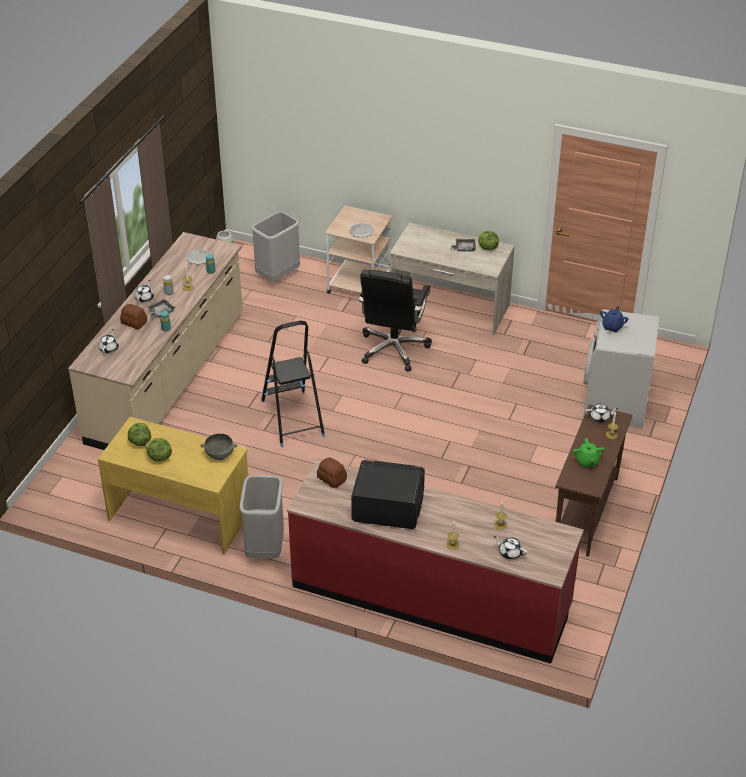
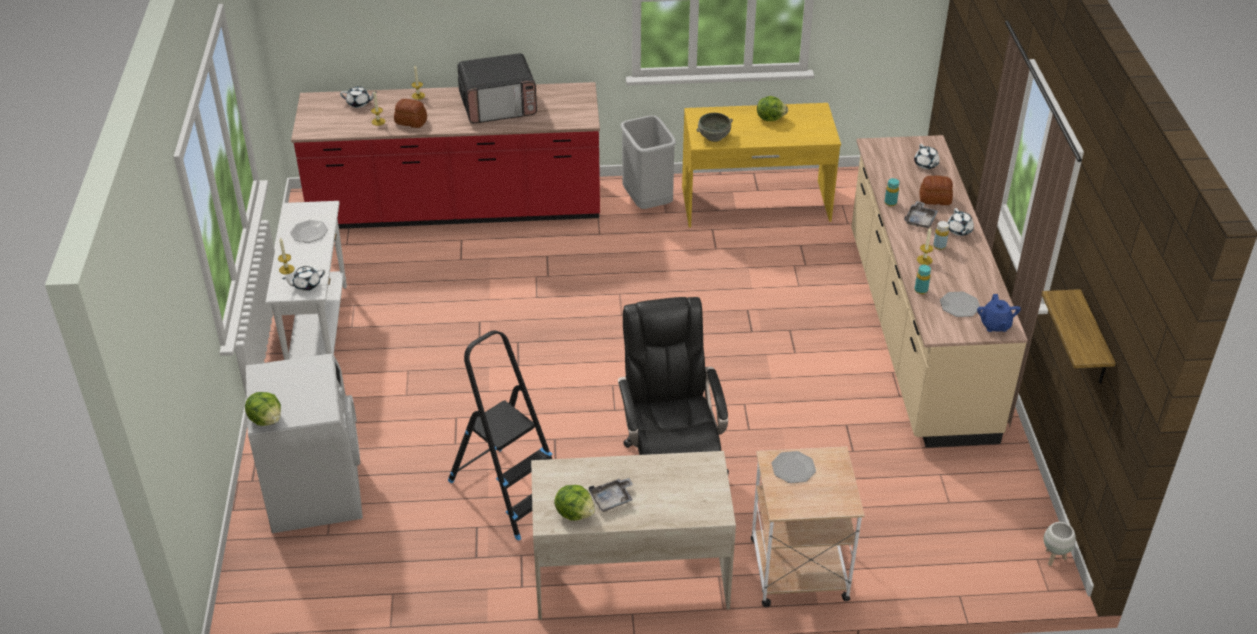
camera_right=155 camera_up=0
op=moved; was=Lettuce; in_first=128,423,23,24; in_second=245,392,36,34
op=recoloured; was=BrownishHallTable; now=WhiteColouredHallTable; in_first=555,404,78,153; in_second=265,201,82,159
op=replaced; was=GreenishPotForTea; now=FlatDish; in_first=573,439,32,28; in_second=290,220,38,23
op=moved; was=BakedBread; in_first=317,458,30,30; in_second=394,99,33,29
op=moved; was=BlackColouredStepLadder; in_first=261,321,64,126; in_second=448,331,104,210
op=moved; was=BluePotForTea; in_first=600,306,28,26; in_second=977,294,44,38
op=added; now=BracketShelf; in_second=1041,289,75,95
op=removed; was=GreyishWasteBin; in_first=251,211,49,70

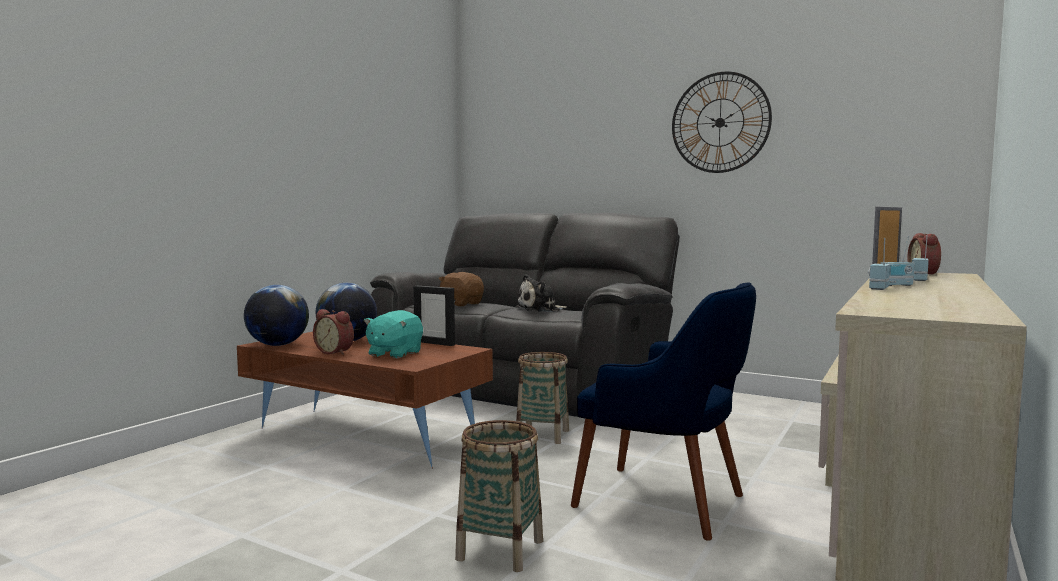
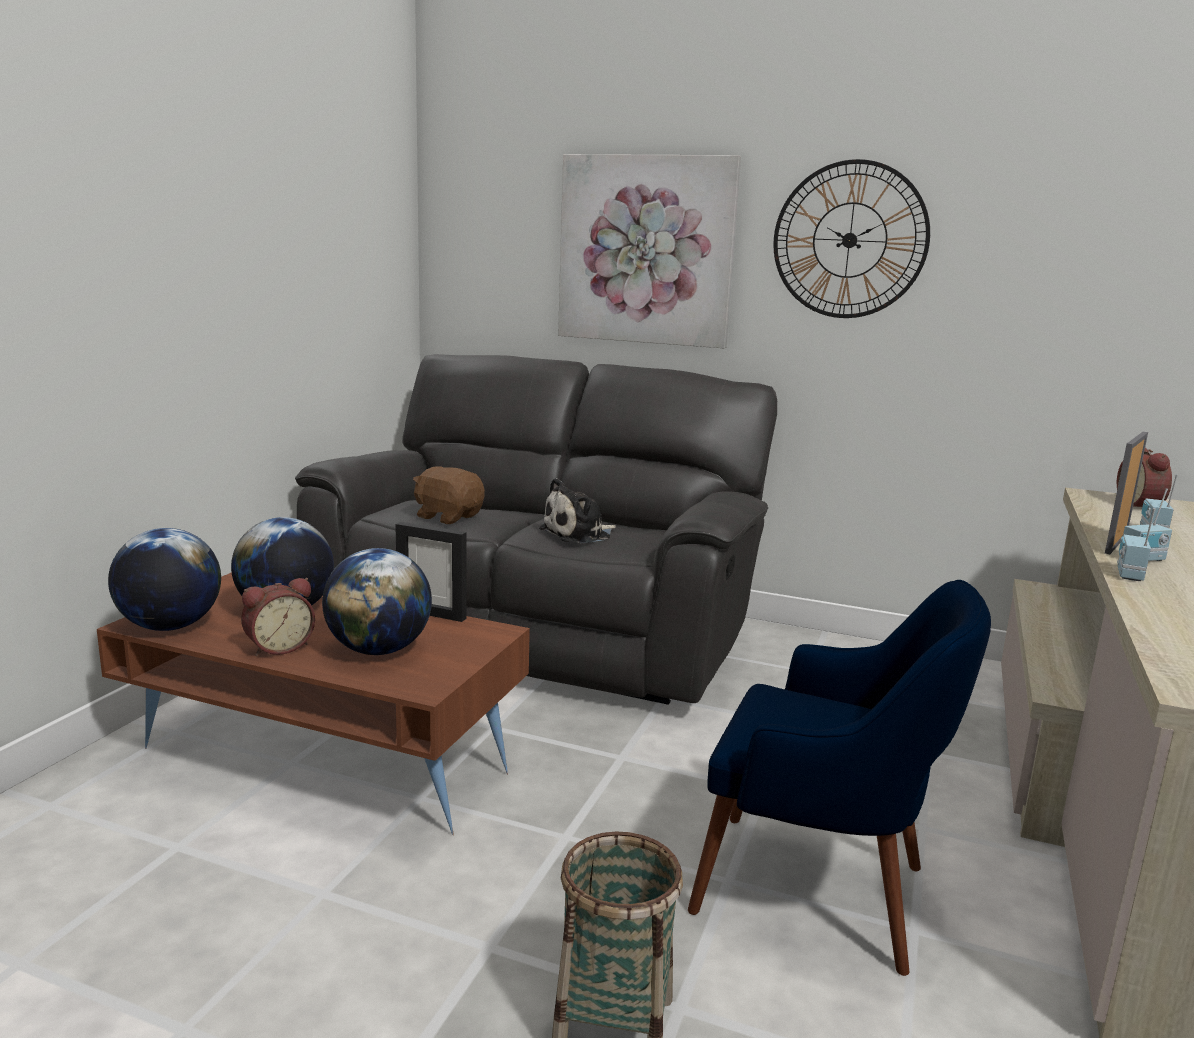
camera_right=-10 camera_up=10
op=turned; was=AlarmClock; in_first=313,309,41,46; in_second=241,578,74,78; clockwise=-60
op=replaced; was=BlueGreenPlushToy; now=Globe; in_first=364,310,59,49; in_second=322,548,110,107
op=added; now=Picture; in_second=558,154,183,194
op=removed; was=StorageBasket; in_first=516,352,53,92

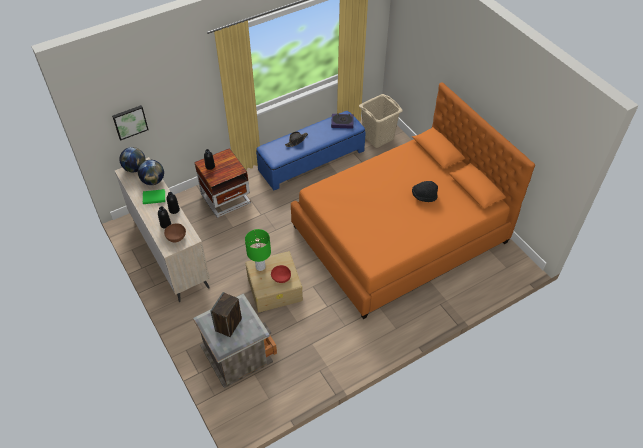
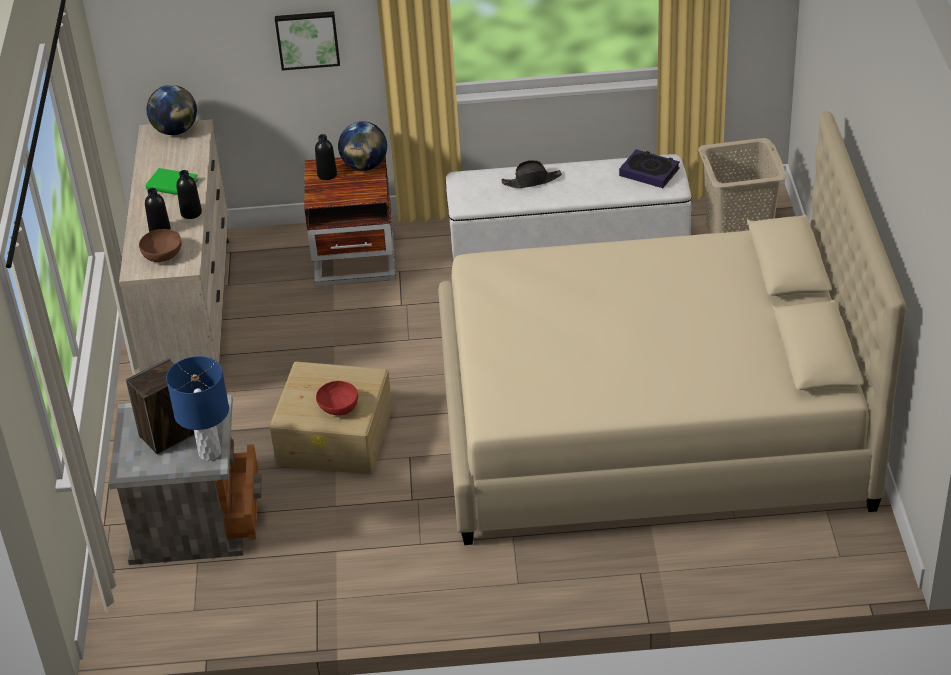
camera_right=30 camera_up=-10
op=added; now=BlueTabletopLamp; in_second=166,356,63,105
op=moved; was=Picture; in_first=112,105,37,35; in_second=275,11,65,60
op=moved; was=Globe; in_first=138,160,26,25; in_second=338,121,49,50
op=recoloured; was=OrangeBed; now=SandColouredBed; in_first=291,82,244,237; in_second=438,111,468,434
op=recoloured; was=BlueBench; now=WhiteColouredBench; in_first=256,111,110,79; in_second=446,154,246,107
op=removed; was=GreenishTabletopLamp; in_first=245,229,26,42
op=removed; was=BlackColouredWearableHat; in_first=412,181,26,21

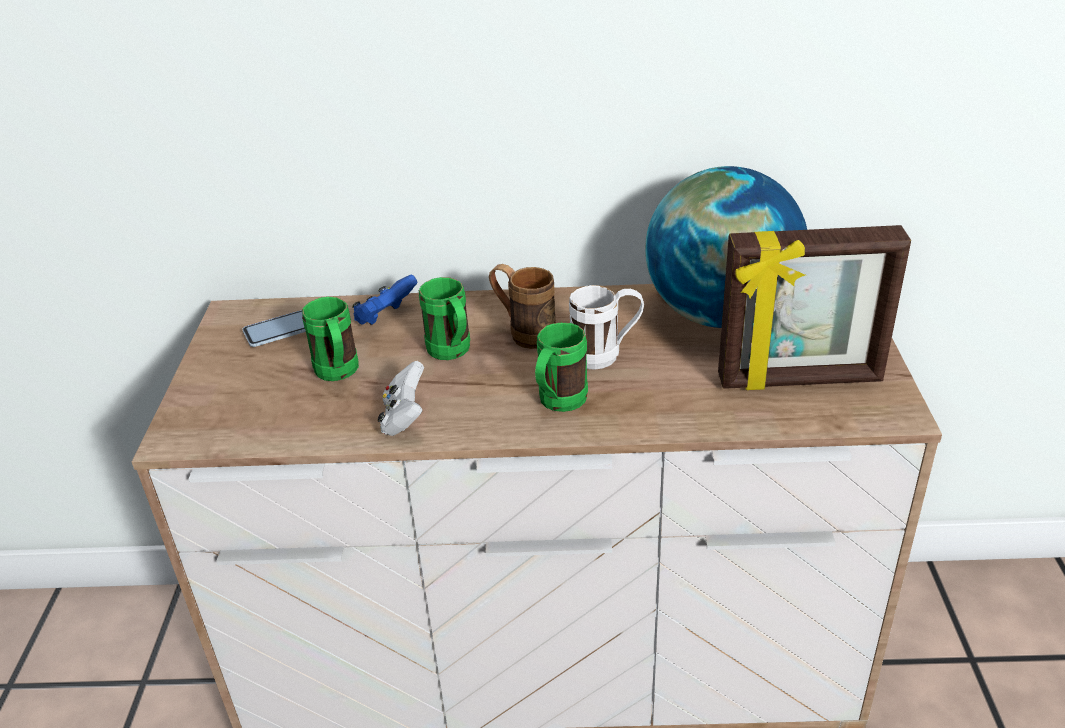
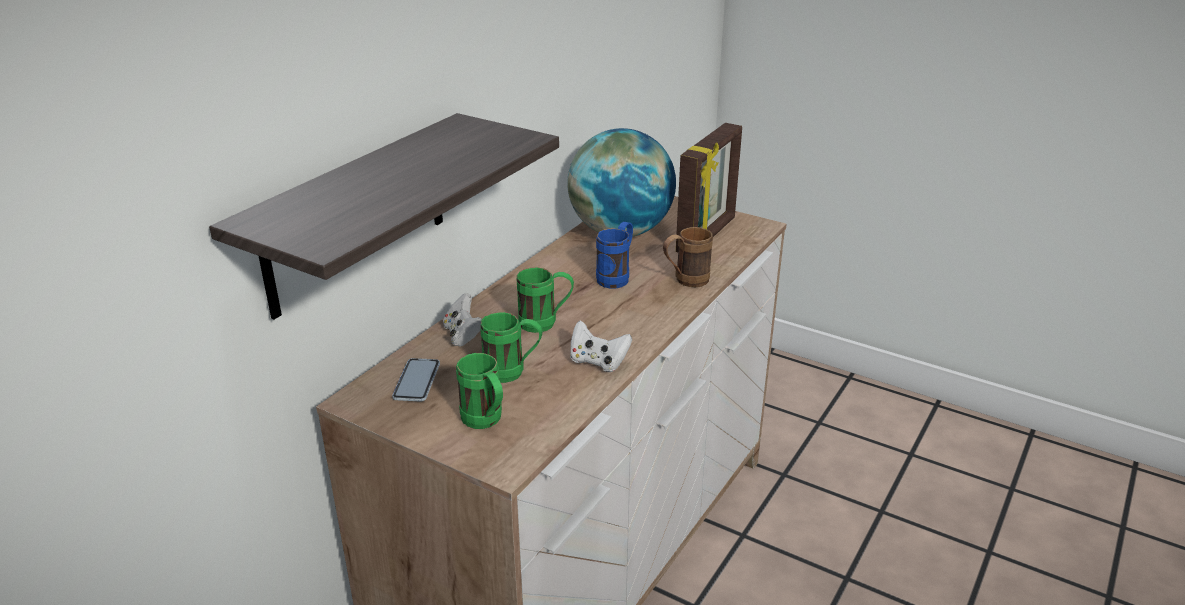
camera_right=-60 camera_up=-5
op=added; now=BracketShelf; in_second=209,113,350,206
op=recoloured; was=BlueJoypad; now=WhiteColouredJoypad; in_first=352,275,66,50; in_second=443,293,39,54
op=moved; was=GreenishMug; in_first=535,322,53,90; in_second=456,353,47,76
op=recoloured; was=WhiteColouredMug; now=BlueMug; in_first=569,285,75,85; in_second=596,222,37,67
op=moved; was=BrownishMug; in_first=489,264,67,85; in_second=663,227,50,60

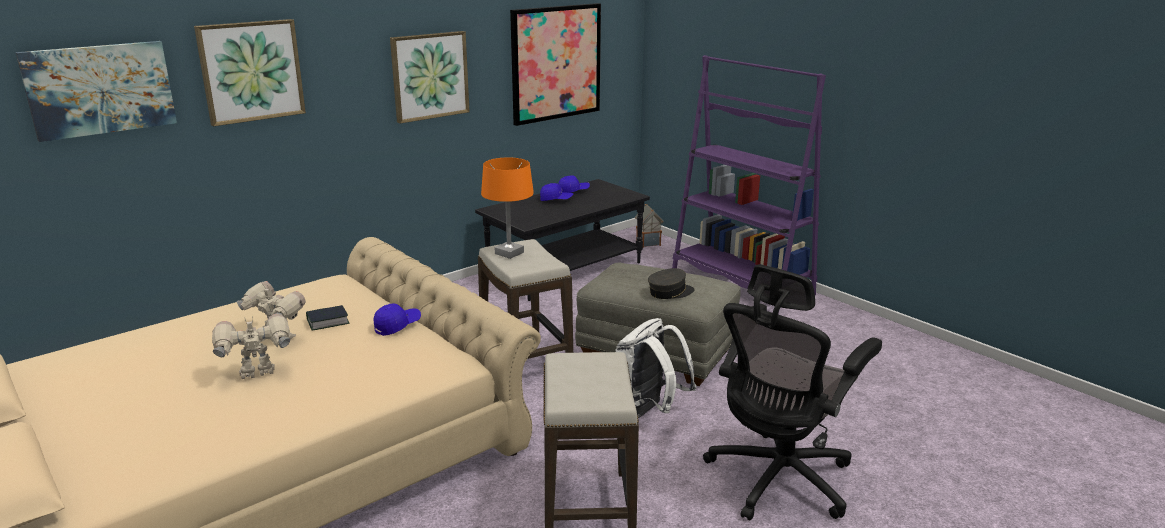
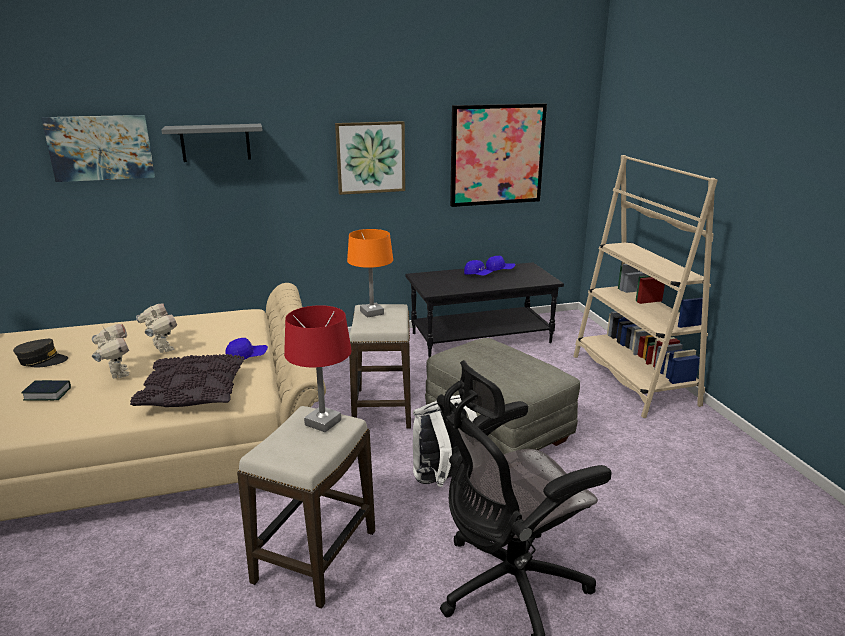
camera_right=25 camera_up=0
op=moved; was=GreyishBaseballCap; in_first=648,268,47,31; in_second=13,339,55,29
op=moved; was=Volume; in_first=306,305,44,26; in_second=21,380,50,21
op=turned; was=RobotFigure; in_first=212,314,78,65; in_second=92,324,37,55; clockwise=60
op=added; now=BlackColouredPillow; in_second=130,354,114,53
op=replaced; was=Picture; now=GreyishBracketShelf; in_first=194,19,112,107; in_second=162,124,101,38
op=added; now=RedColouredTabletopLamp; in_second=284,305,68,127
op=recoloured; was=PurpleColouredShelvingUnit; now=SandColouredShelvingUnit; in_first=672,55,154,259; in_second=573,155,145,263
op=removed; was=ModelHouse; in_first=635,204,29,44

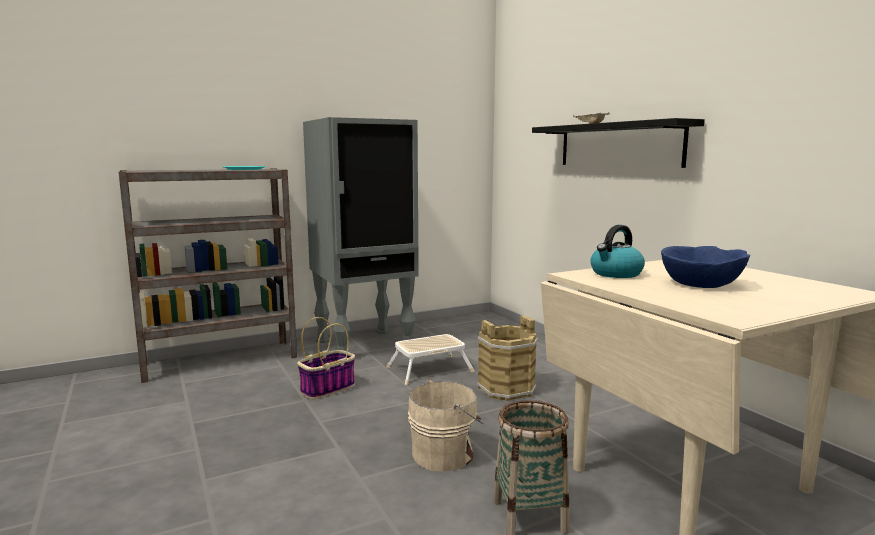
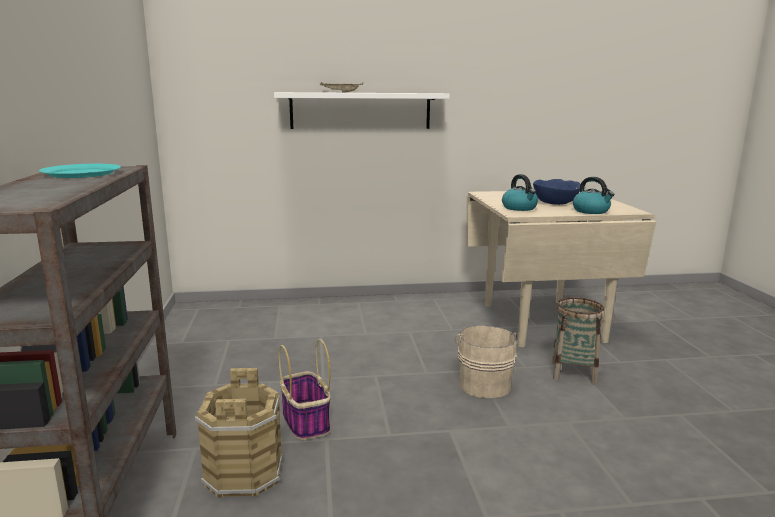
camera_right=-70 camera_up=5
op=moved; was=BrownishPail; in_first=477,315,62,86; in_second=195,368,88,130
op=recoloured; was=BlackColouredBracketShelf; now=WhiteColouredBracketShelf; in_first=532,118,173,50; in_second=274,92,176,37
op=added; now=TeaKettle; in_second=573,177,42,37
op=removed; was=GreyishStorageCabinet; in_first=303,117,116,234
op=removed; was=SandColouredStepLadder; in_first=386,334,89,51

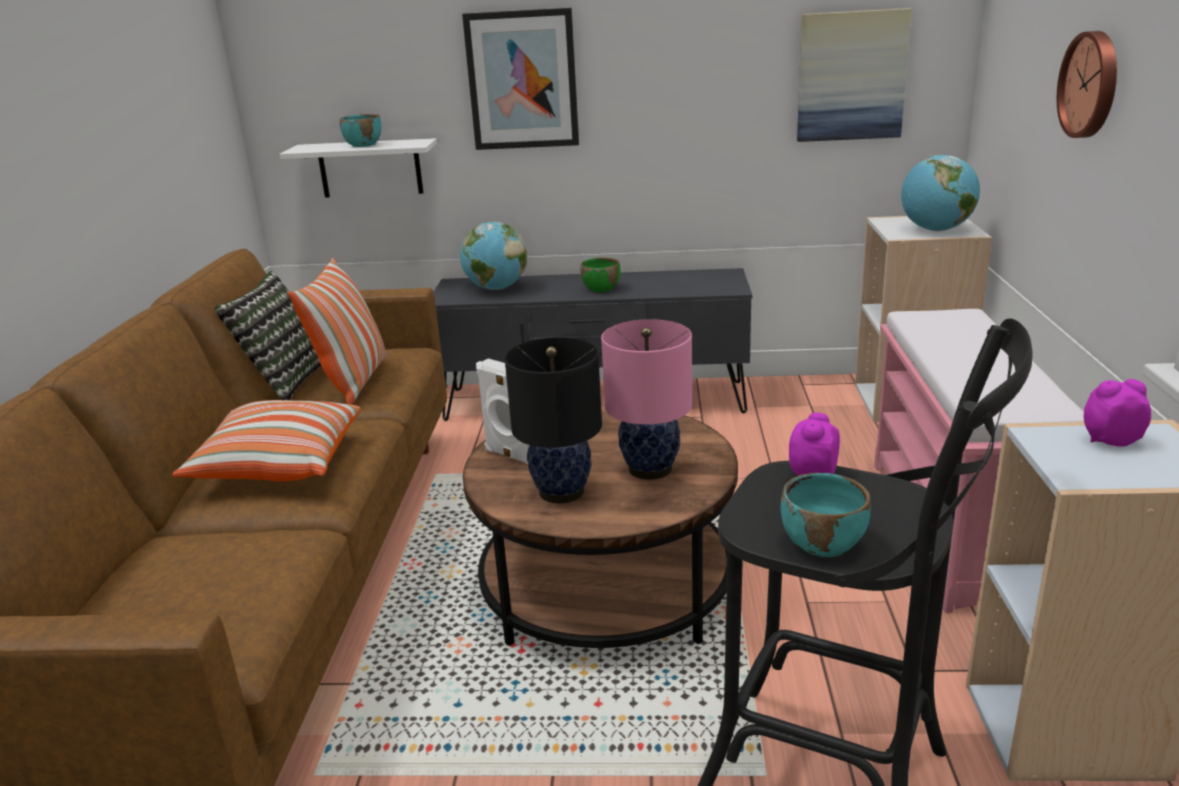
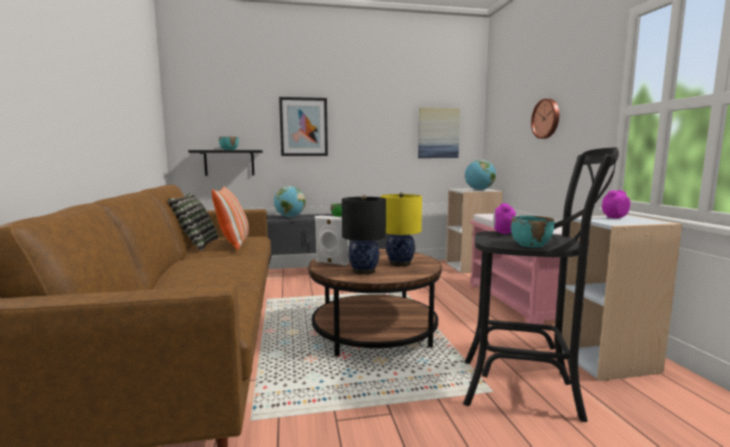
camera_right=-15 camera_up=-15
op=recoloured; was=WhiteColouredBracketShelf; now=BlackColouredBracketShelf; in_first=280,138,157,60; in_second=188,150,75,26
op=recoloured; was=PinkTabletopLamp; now=YellowishTabletopLamp; in_first=601,319,91,161; in_second=381,192,41,75
op=removed; was=Pillow; in_first=172,400,188,82

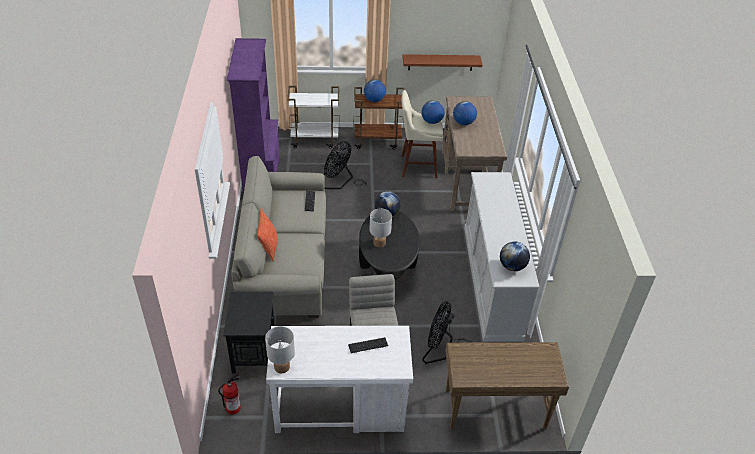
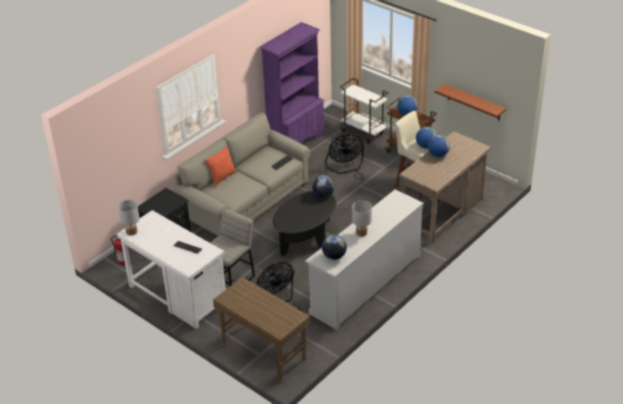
camera_right=45 camera_up=-5
op=moved; was=GreyishTabletopLamp; in_first=370,208,22,40; in_second=352,201,20,36

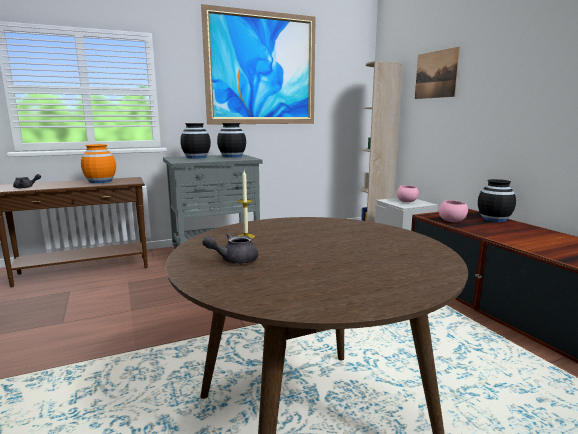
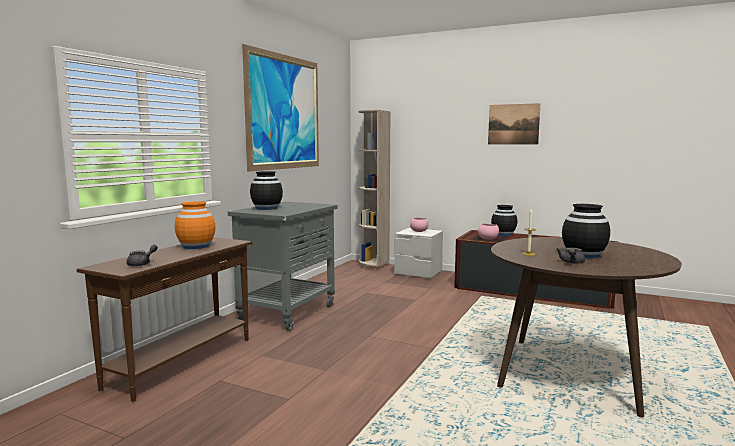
camera_right=-40 camera_up=-5
op=moved; was=Picture; in_first=415,47,45,52; in_second=488,103,53,42
op=moved; was=BlackColouredDecorativeVase; in_first=217,123,29,35; in_second=562,204,48,55

